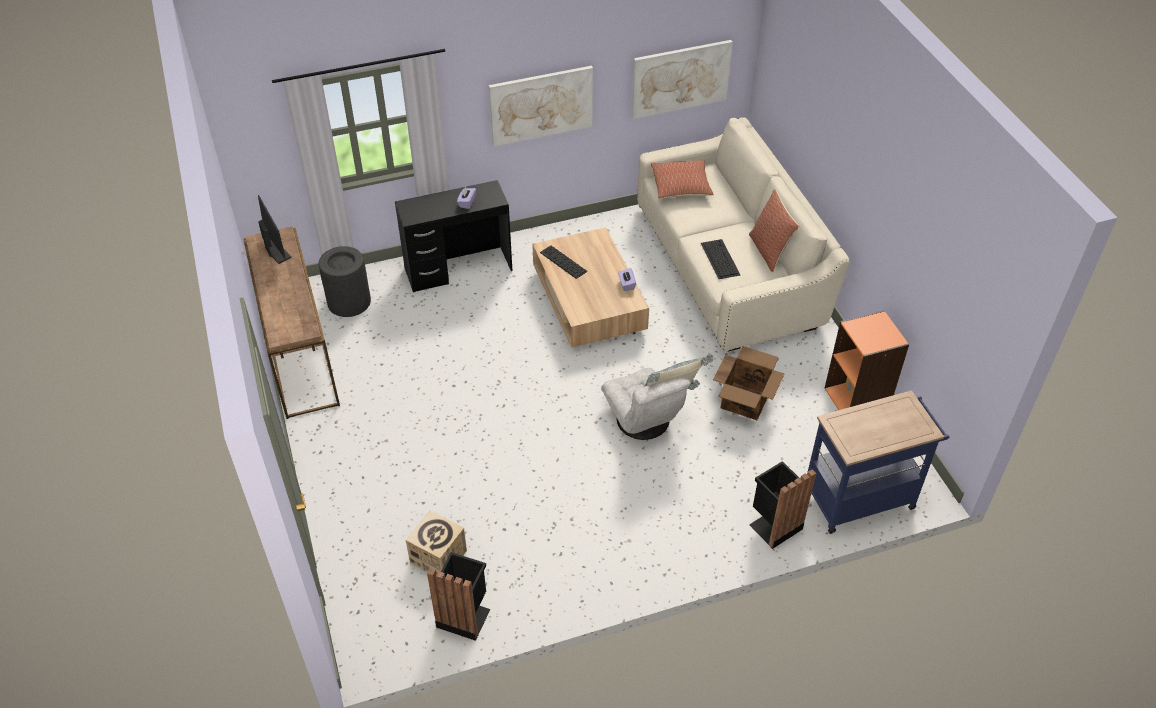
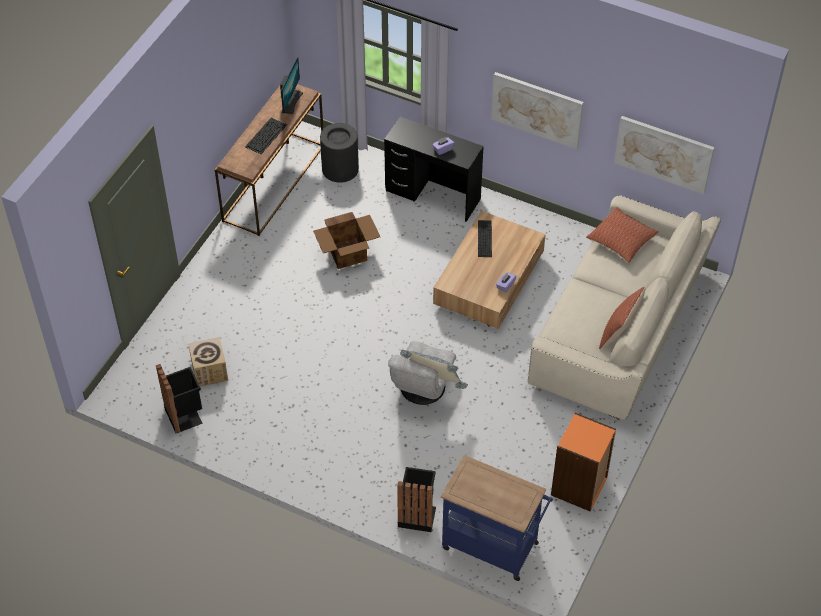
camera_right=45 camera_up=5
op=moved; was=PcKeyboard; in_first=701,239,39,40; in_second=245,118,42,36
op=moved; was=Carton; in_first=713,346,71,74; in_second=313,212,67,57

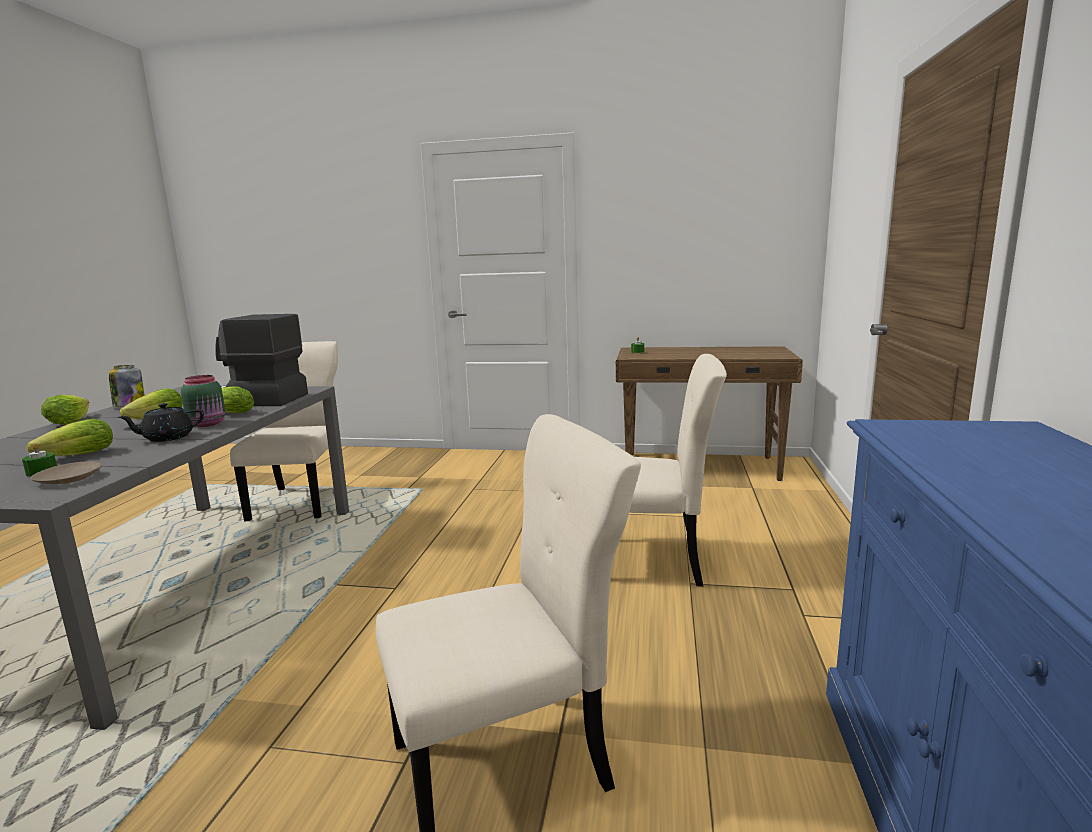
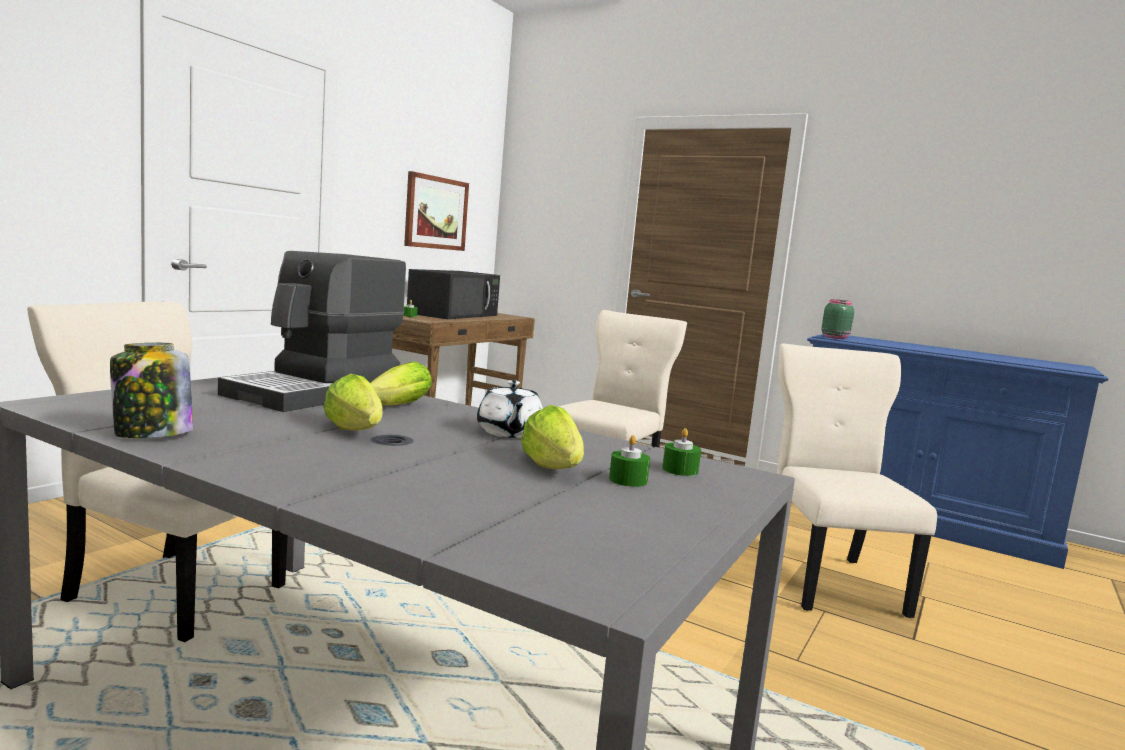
camera_right=-70 camera_up=-5
op=added; now=Picture; in_second=404,171,65,80
op=added; now=BlackColouredKitchenMicrowave; in_second=407,269,93,50
op=recoloured; was=BlackColouredPotForTea; now=WhiteColouredPotForTea; in_first=118,403,86,39; in_second=477,380,66,58
op=replaced; was=SandColouredFlatDish; now=GreenishCandle; in_first=31,461,71,23; in_second=662,428,39,48
op=moved; was=GreenishStorageJar; in_first=181,375,44,52; in_second=822,299,32,40
op=removed; was=Lettuce; in_first=41,395,48,30

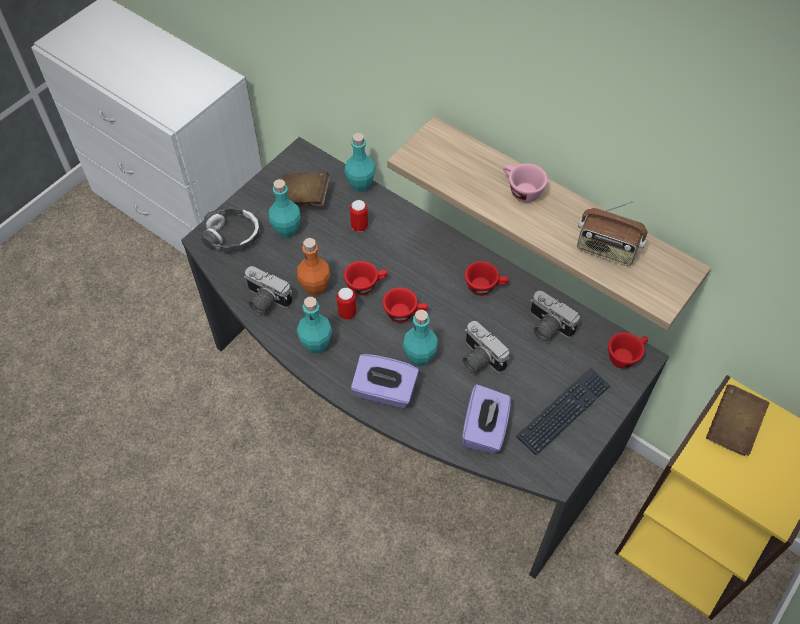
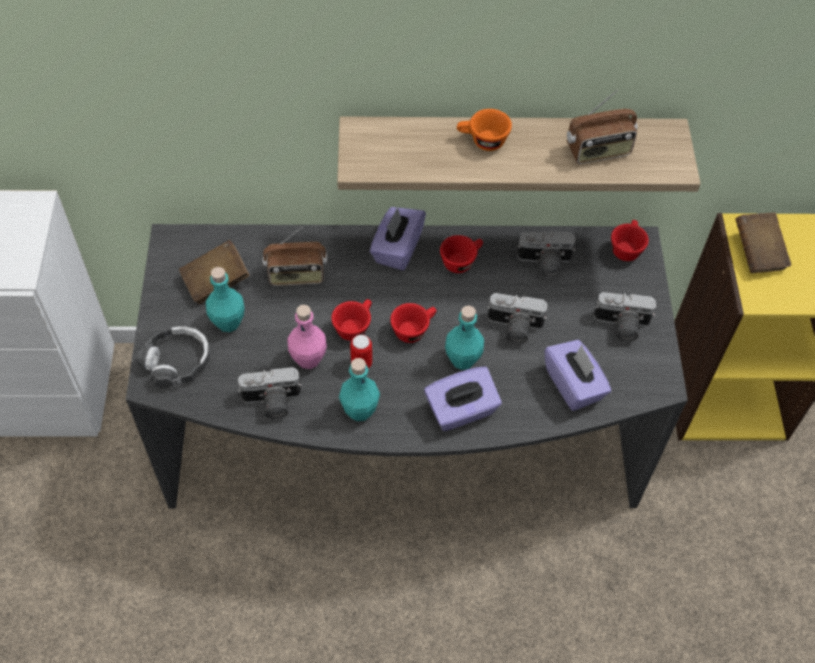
camera_right=-40 camera_up=0
op=replaced; was=Can; now=Radio; in_first=350,200,18,32; in_second=262,226,66,60
op=recoloured; was=OrangeDrinkBottle; now=PinkDrinkBottle; in_first=297,238,33,58; in_second=287,305,40,64
op=added; now=PurpleColouredTissueHolder; in_second=370,207,56,64
op=recoloured; was=PinkCup; now=OrangeCup; in_first=503,164,45,39; in_second=457,109,55,42
op=replaced; was=PcKeyboard; now=PhotoCamera; in_first=516,368,95,87; in_second=594,292,62,50
op=removed; was=BlueGreenDrinkBottle; in_first=344,133,32,59

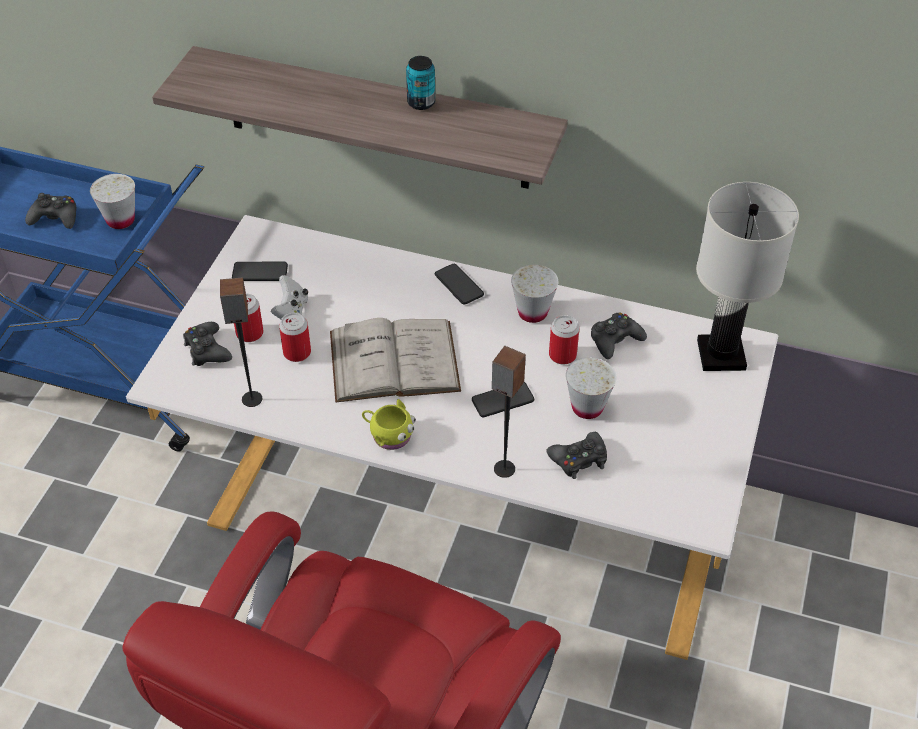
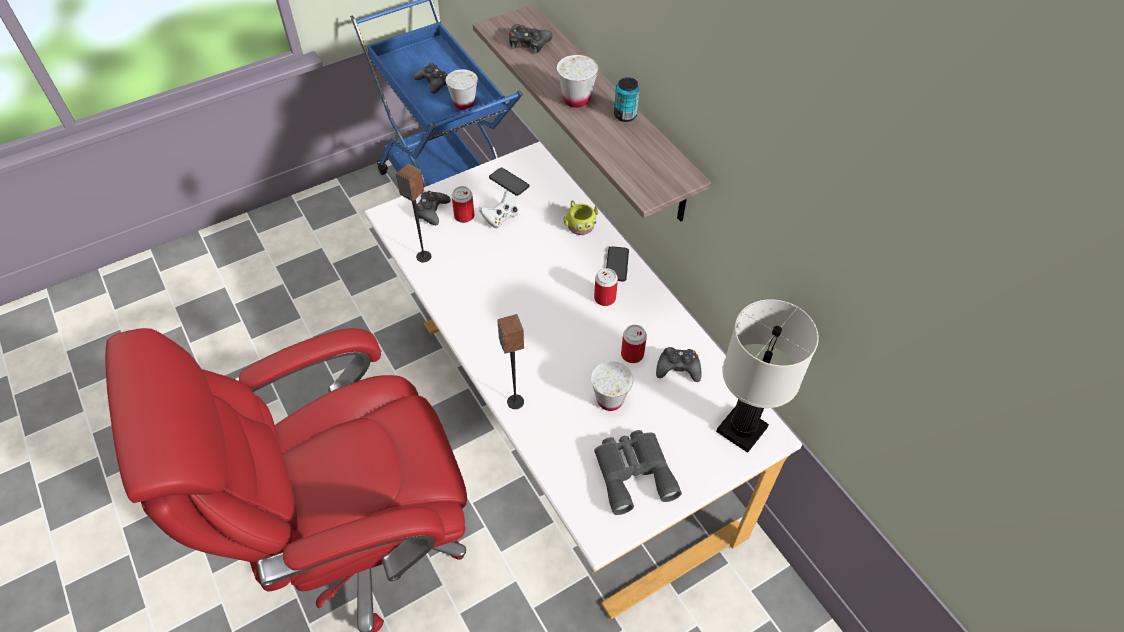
camera_right=40 camera_up=5
op=moved; was=BlackColouredJoypad; in_first=546,432,61,47; in_second=509,24,44,29
op=moved; was=WhiteColouredCup; in_first=511,265,47,58; in_second=557,55,41,53
op=moved; was=YellowishMug; in_first=362,399,54,51; in_second=564,200,34,35
op=moved; was=Can; in_first=279,313,32,49; in_second=594,268,24,38
op=added; now=GreyishFieldGlasses; in_second=594,430,88,85
op=removed; was=WhiteColouredVolume; in_first=330,318,131,85
op=removed; was=Phone; in_first=472,382,62,35

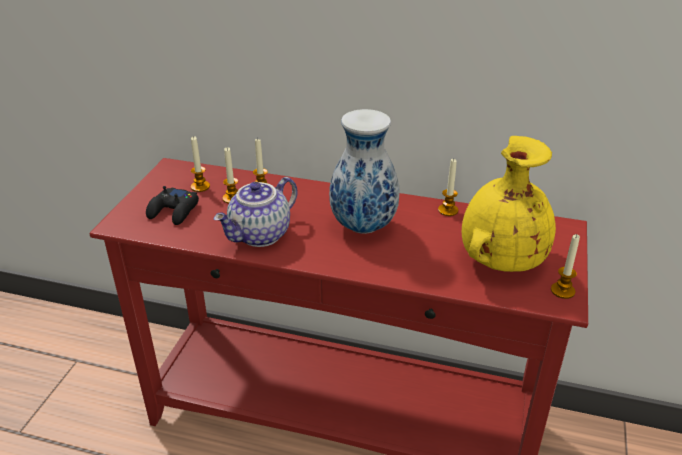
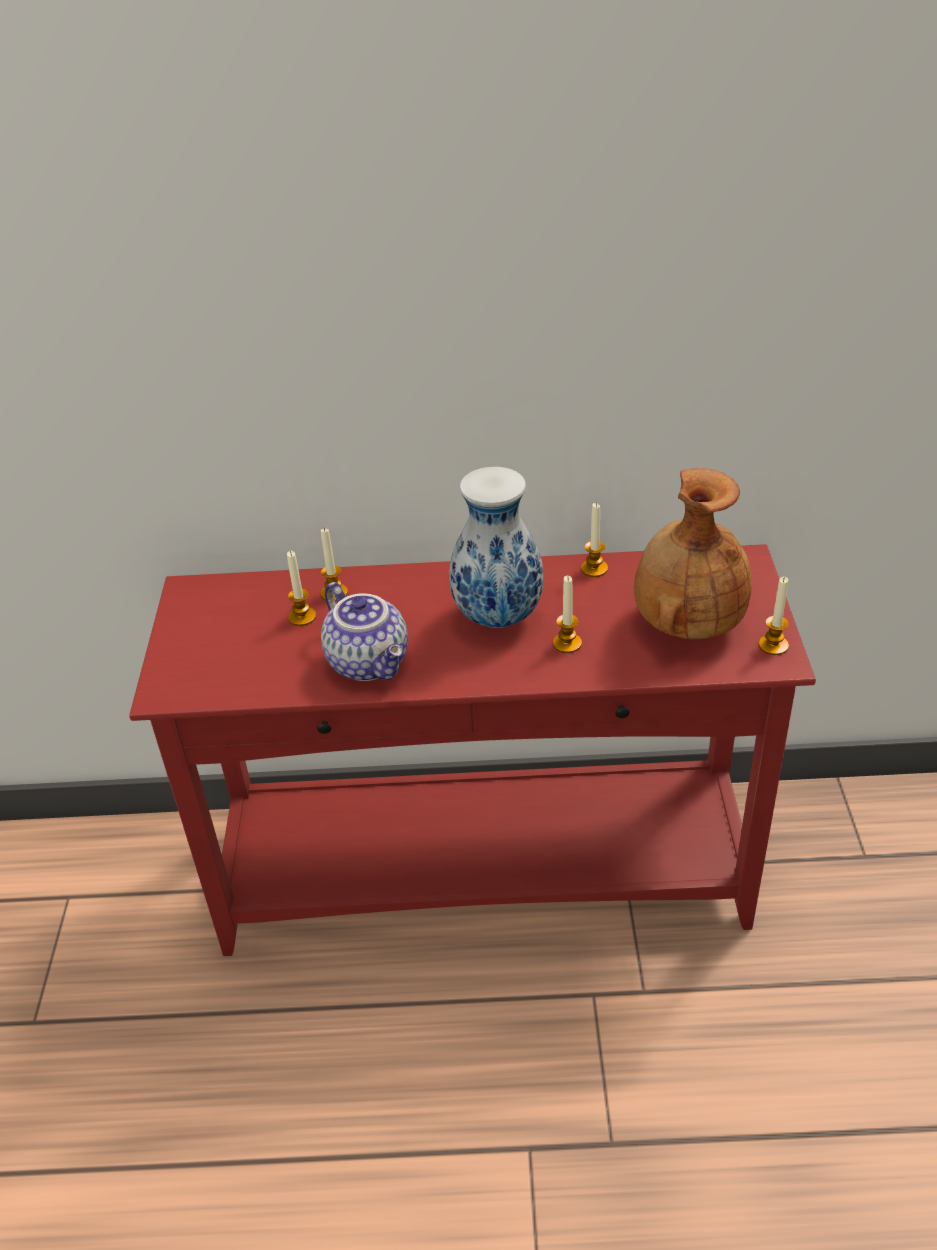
camera_right=-15 camera_up=5
op=turned; was=PotForTea; in_first=214,177,84,70; in_second=321,582,87,99; clockwise=-60
op=moved; was=Candle; in_first=191,136,19,56; in_second=553,576,29,77
op=recoloured; was=YellowishDecorativeVase; now=BrownishDecorativeVase; in_first=462,136,94,136; in_second=634,468,118,171
op=removed; was=BlackColouredJoypad; in_first=146,186,53,39

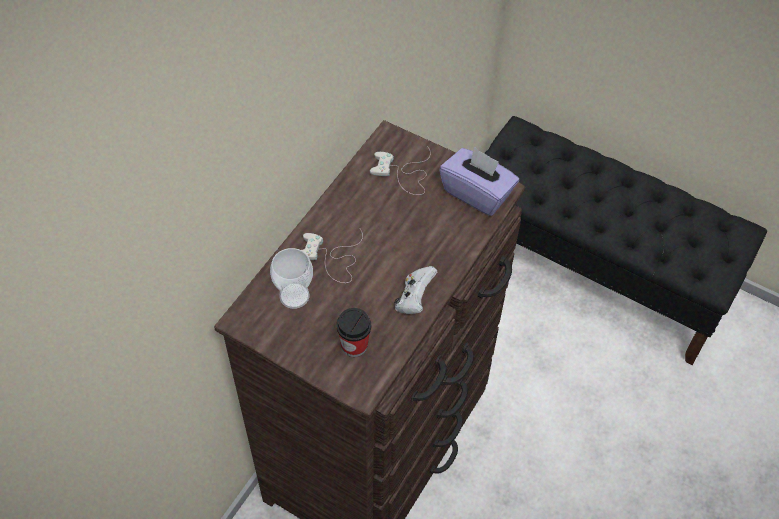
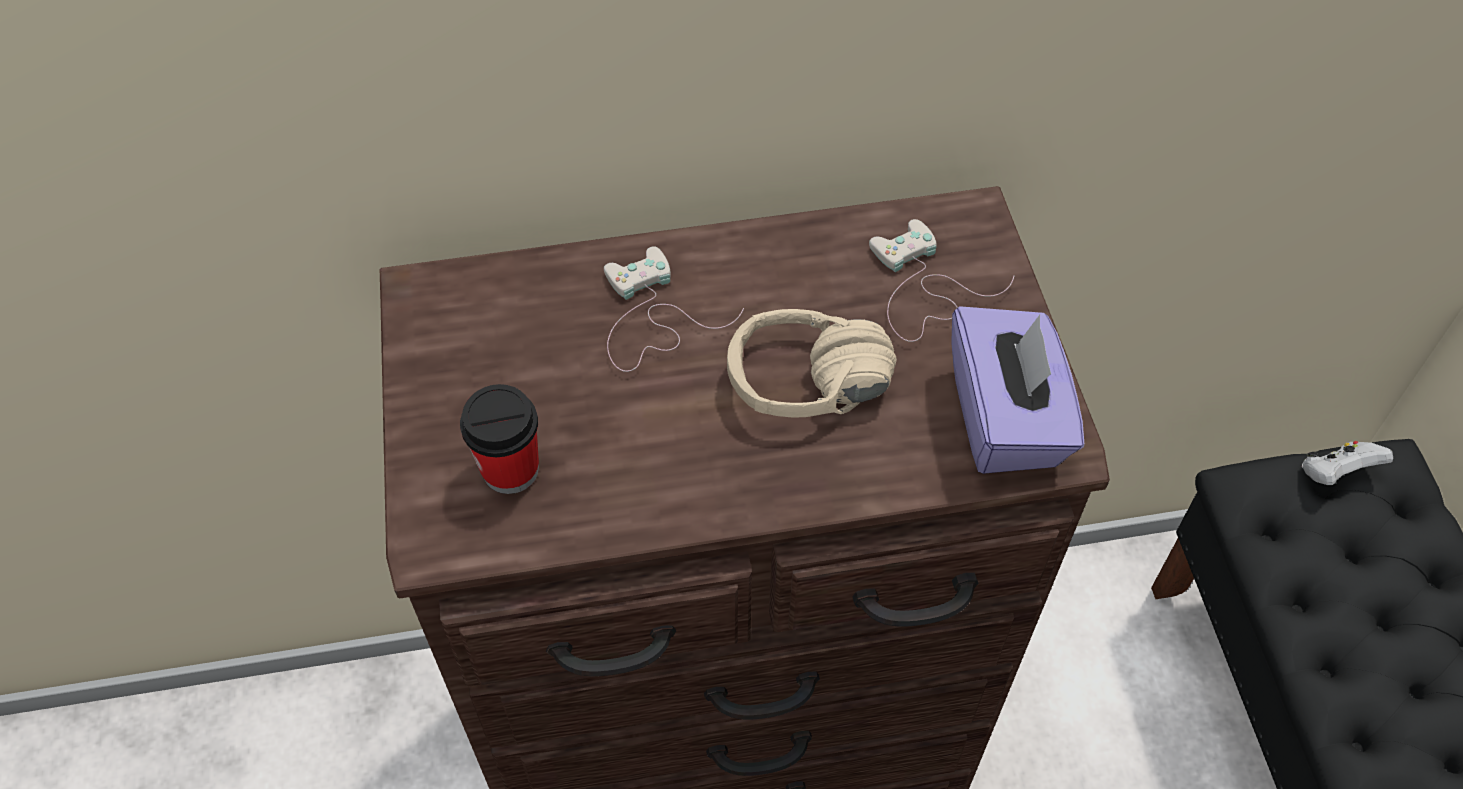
camera_right=50 camera_up=0
op=added; now=SandColouredHeadphones; in_second=727,309,170,108
op=moved; was=WhiteColouredJoypad; in_first=394,266,43,48; in_second=1302,441,91,44
op=removed; was=Cup; in_first=270,248,43,61

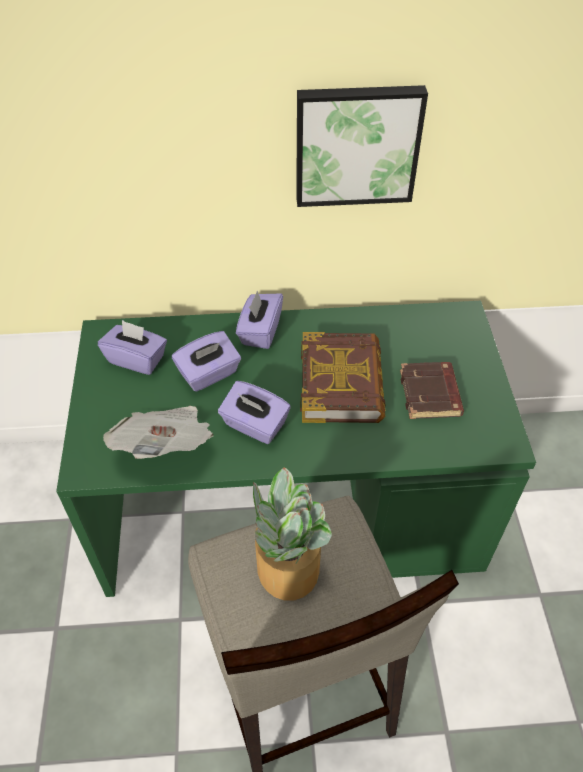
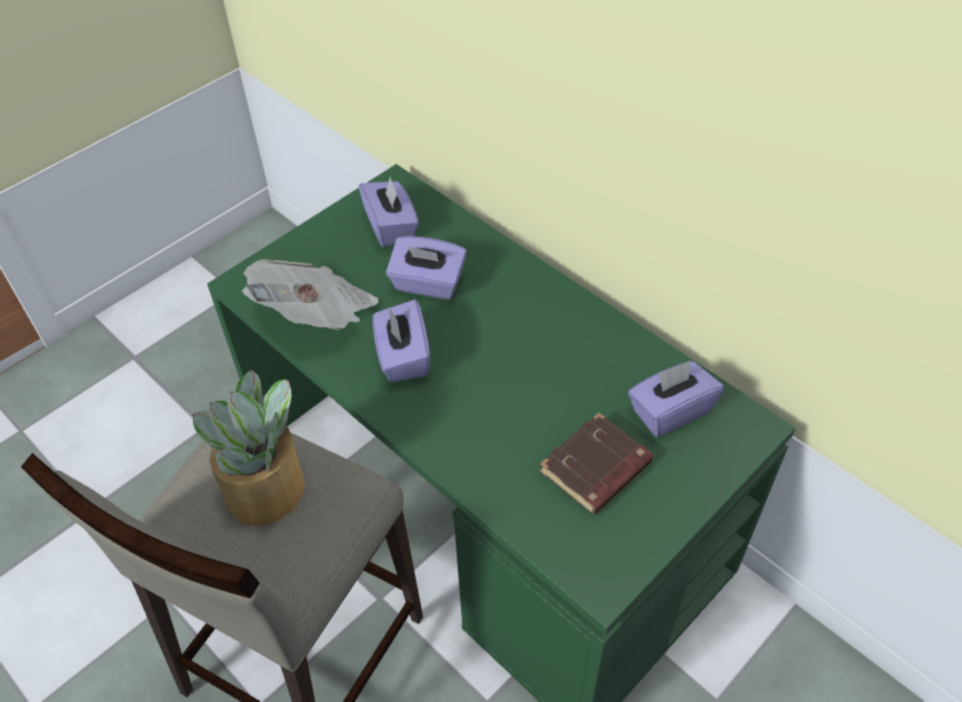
camera_right=50 camera_up=0
op=moved; was=PurpleColouredTissueHolder; in_first=236,291,47,58; in_second=628,361,96,76
op=removed; was=Picture; in_first=296,85,132,122
op=removed; was=Volume; in_first=300,332,86,91

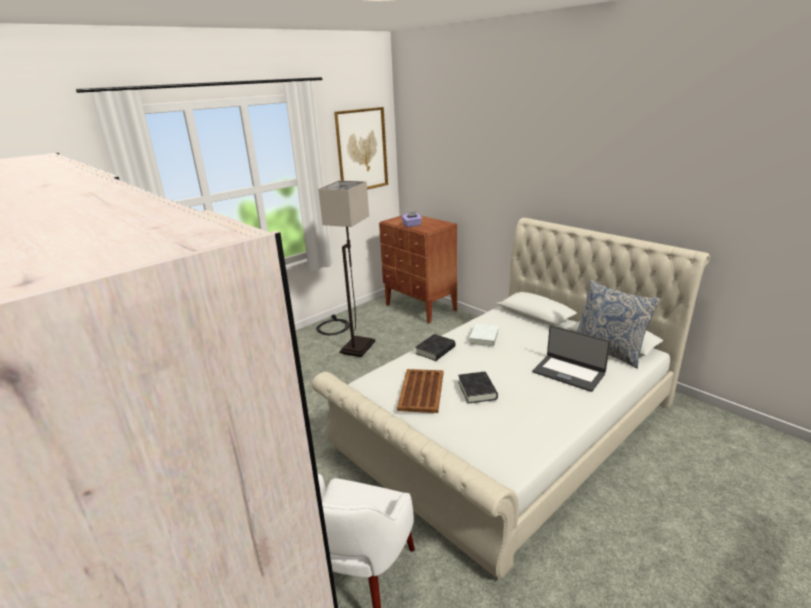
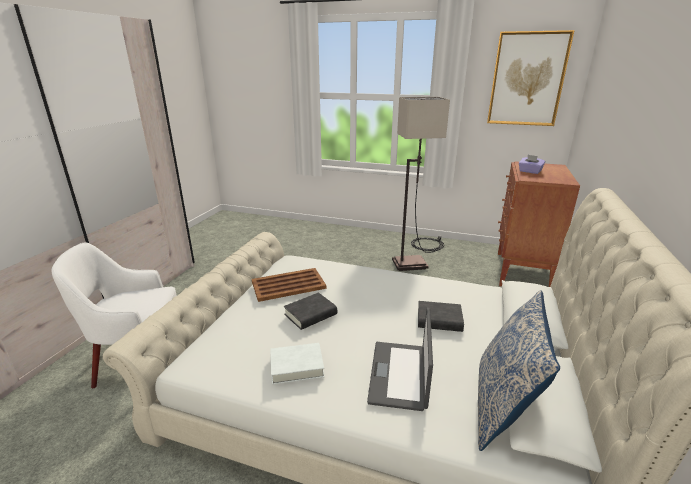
camera_right=60 camera_up=0
op=moved; was=WhiteColouredVolume; in_first=468,324,31,23; in_second=270,343,55,42
op=moved; was=BlackColouredVolume; in_first=415,334,40,27; in_second=418,301,46,31

